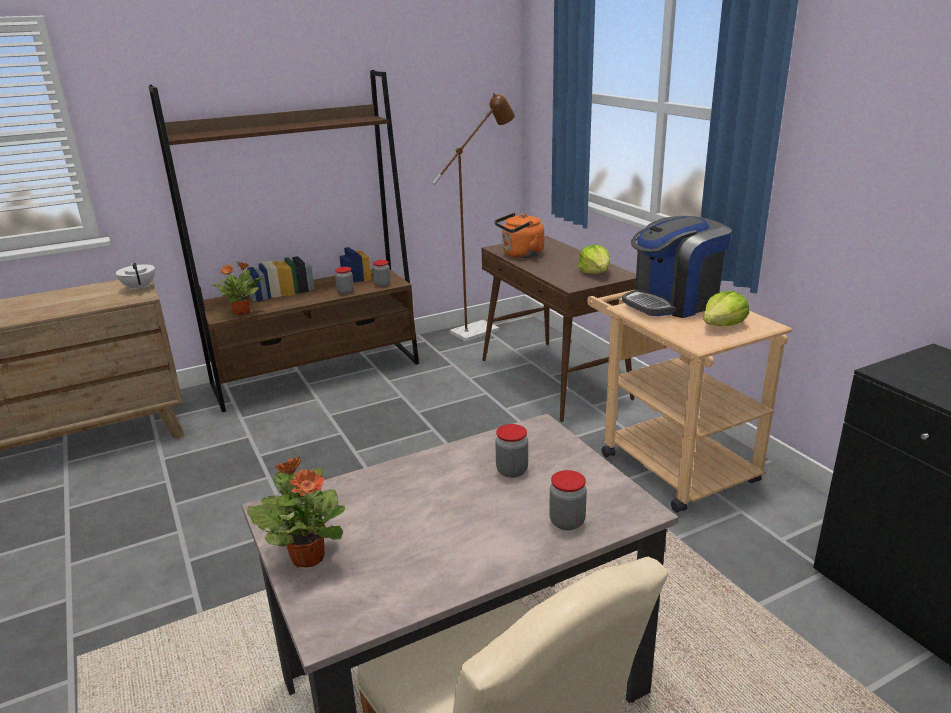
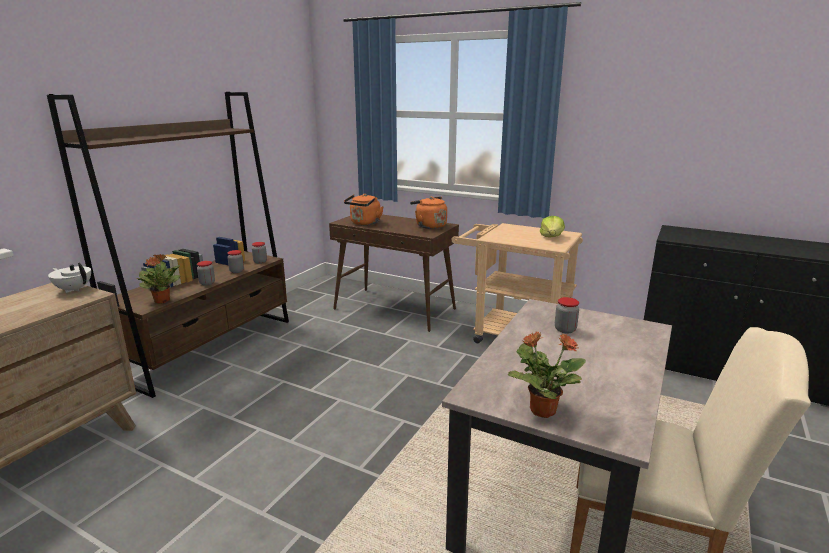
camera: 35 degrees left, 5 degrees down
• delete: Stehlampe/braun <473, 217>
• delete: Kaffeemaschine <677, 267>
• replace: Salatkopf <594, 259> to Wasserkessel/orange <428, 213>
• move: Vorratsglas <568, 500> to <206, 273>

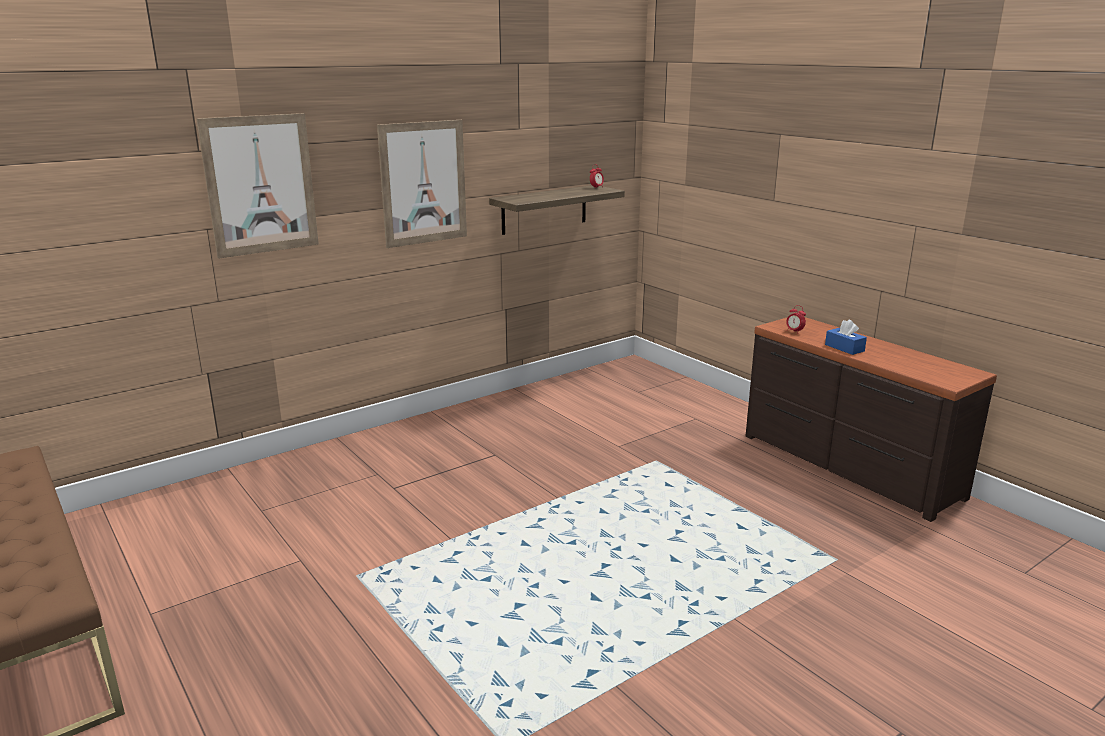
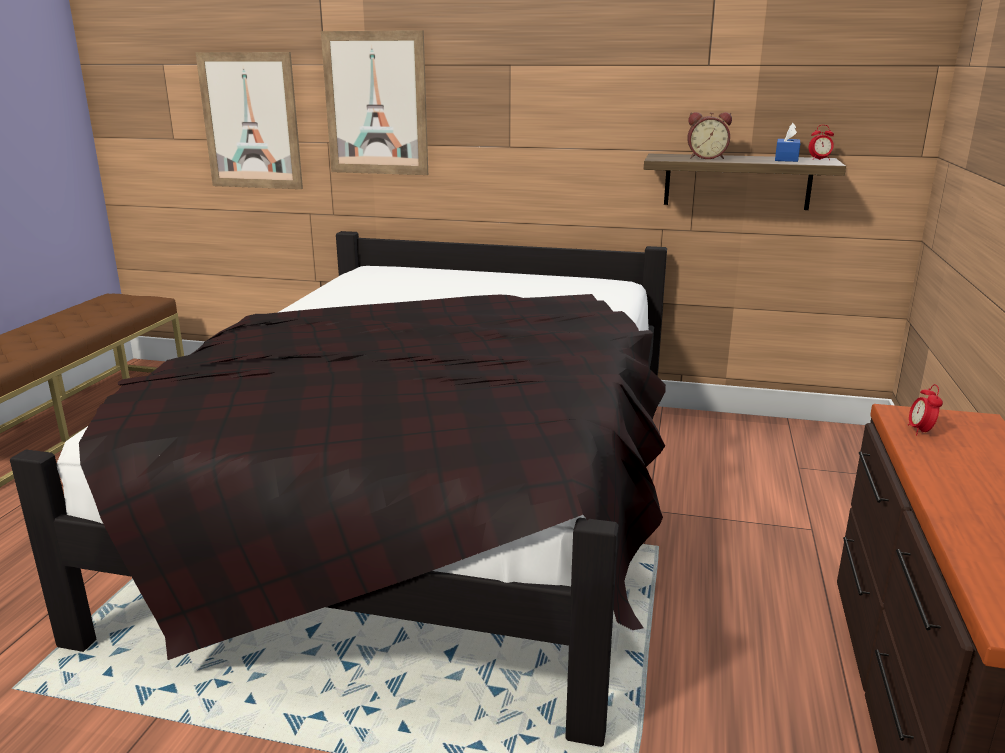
camera: 50 degrees right, 0 degrees up
• move: Bild <422, 184> to <249, 120>
• move: Taschentuchbox/blau <846, 337> to <787, 142>
• insert: Wecker <709, 135>
• insert: Bett/schwarz <338, 489>

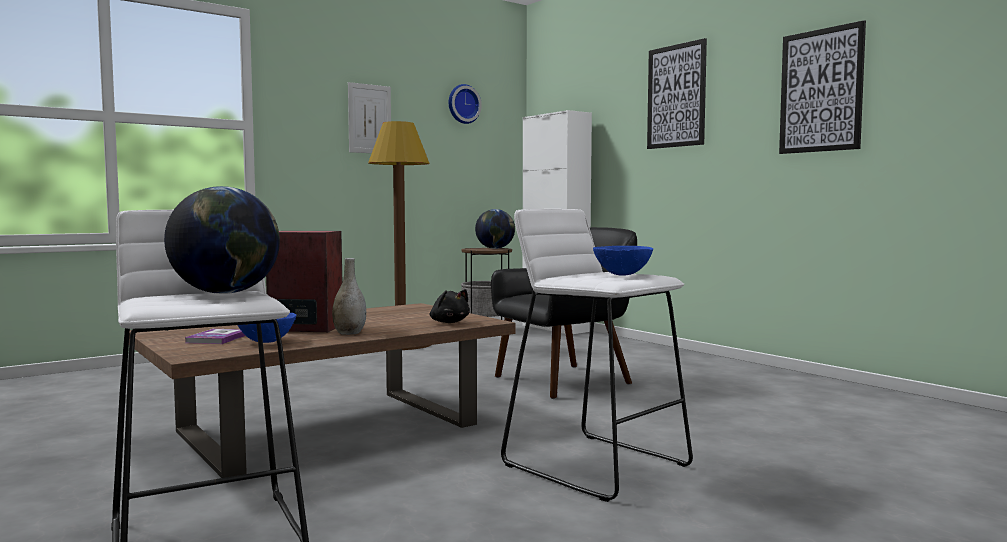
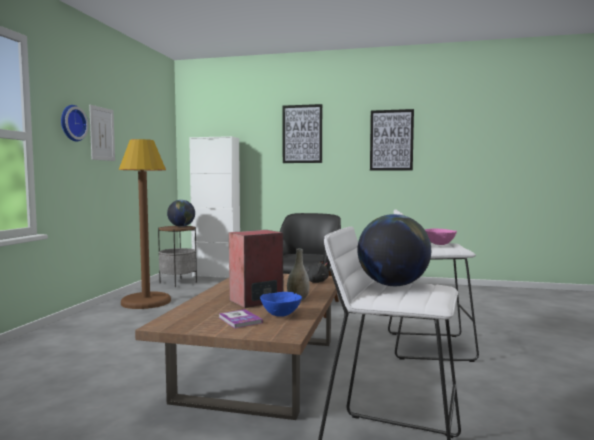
camera: 40 degrees left, 0 degrees up
• move: Wanduhr <465, 104> to <75, 123>
• recolor: Schüssel/blau <623, 261> to Schüssel/rosa <441, 237>

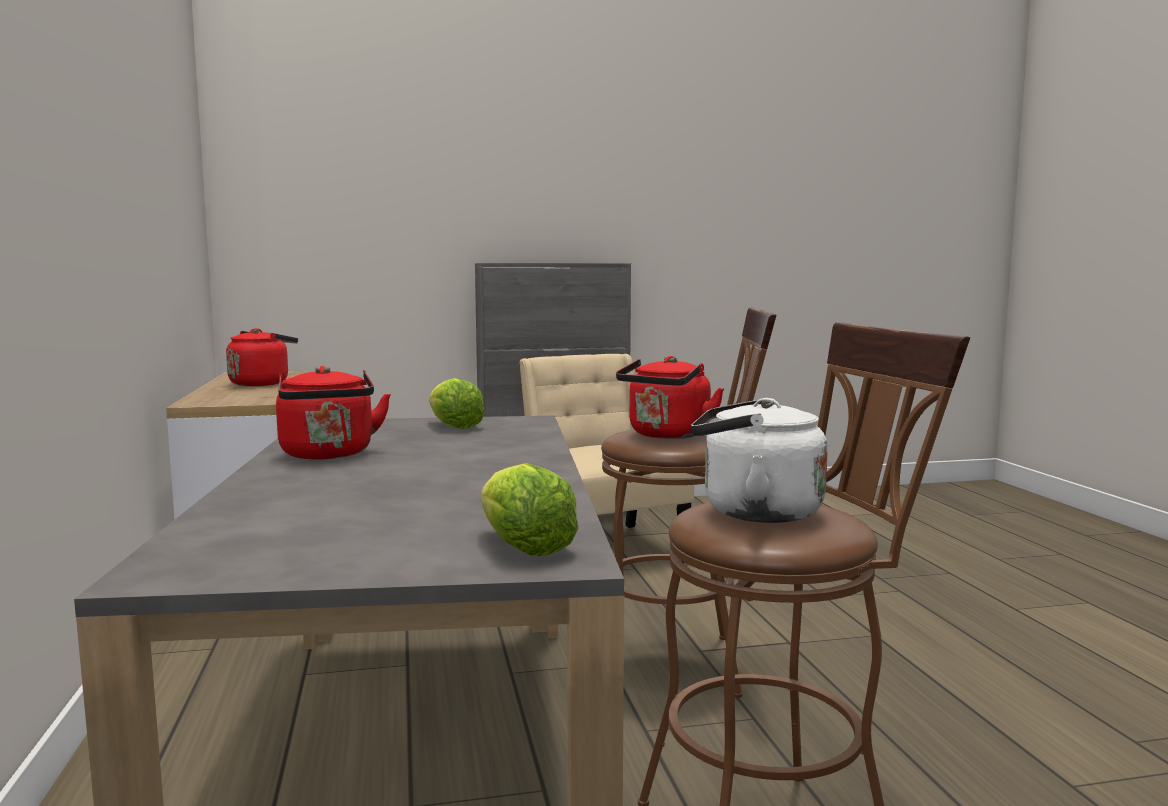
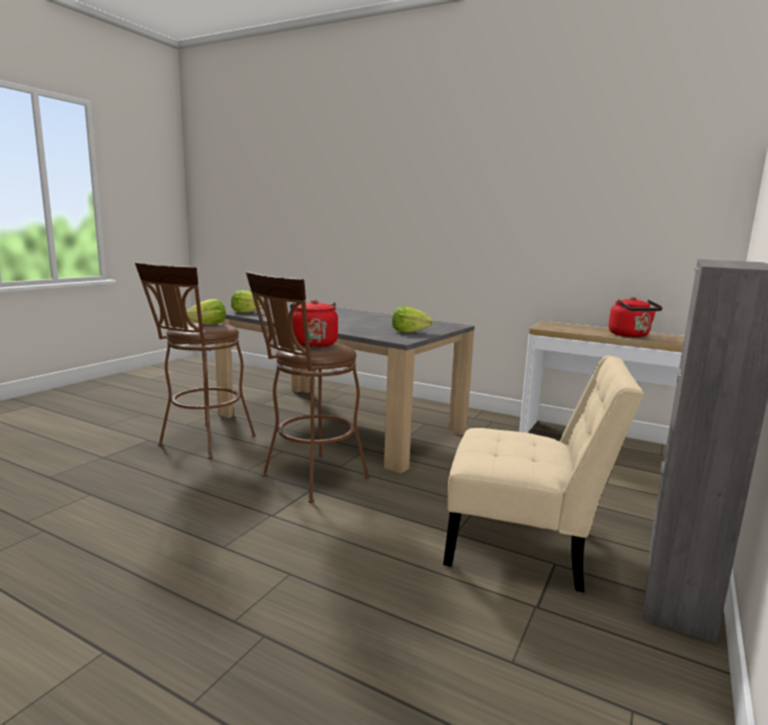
camera: 130 degrees right, 5 degrees up
• delete: Wasserkessel/rot <333, 413>
• replace: Wasserkessel/weiß <759, 460> to Salatkopf <206, 311>

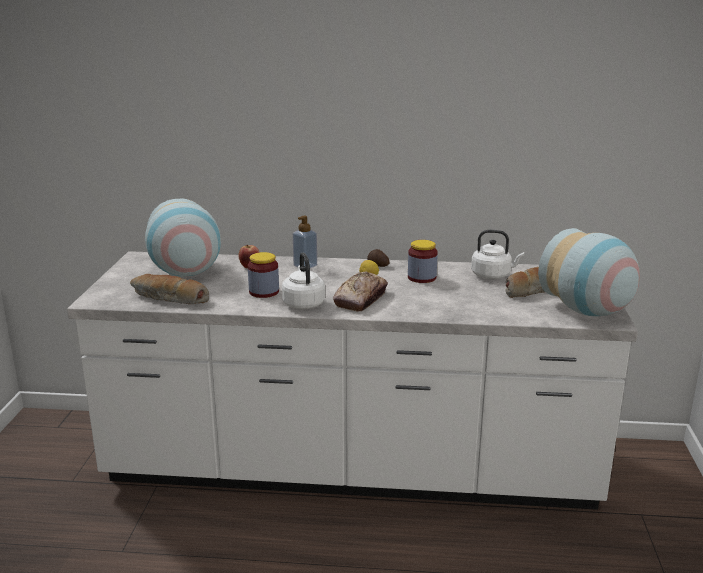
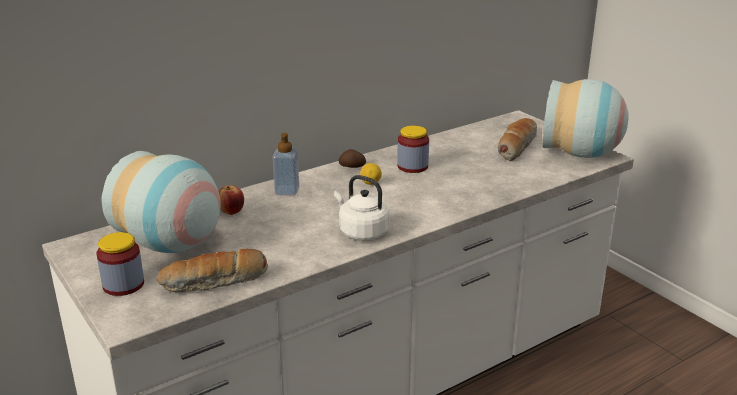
camera: 40 degrees left, 5 degrees up
• delete: Wasserkessel/weiß <497, 254>
• move: Vorratsglas <263, 275> to <120, 264>
• delete: Brot <360, 291>

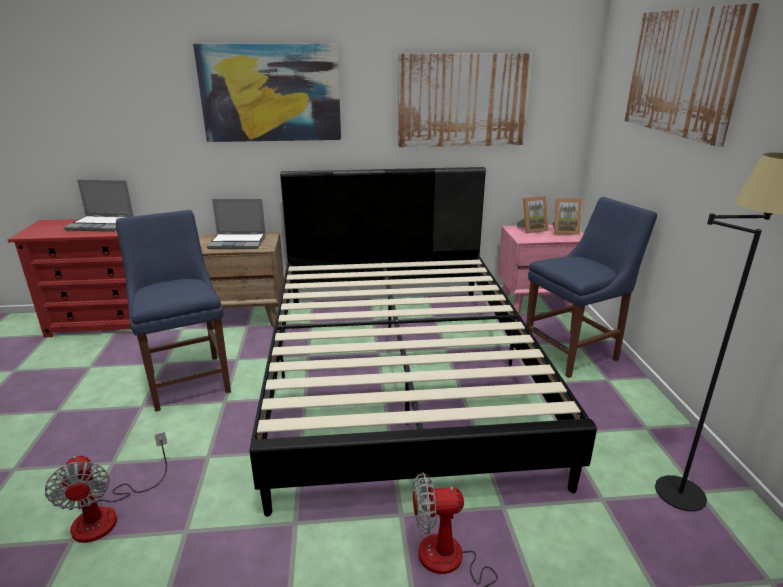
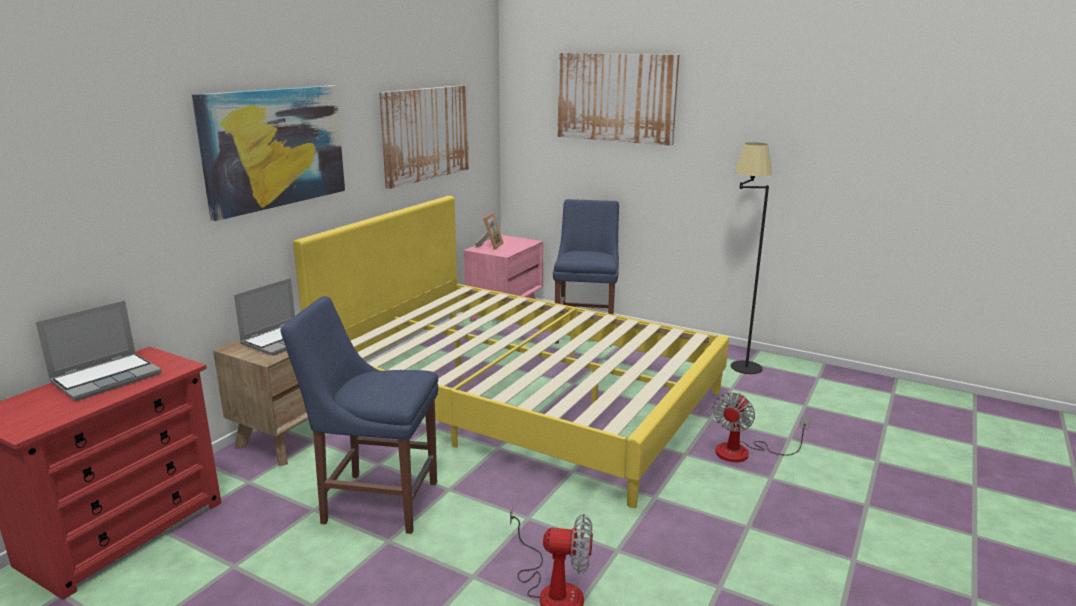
camera: 55 degrees left, 5 degrees down
• recolor: Bett/schwarz <423, 341> to Bett/gelb <511, 352>
• delete: Bilderrahmen <567, 216>

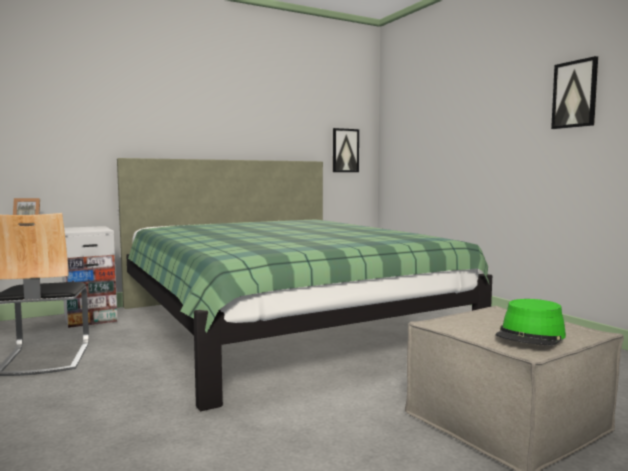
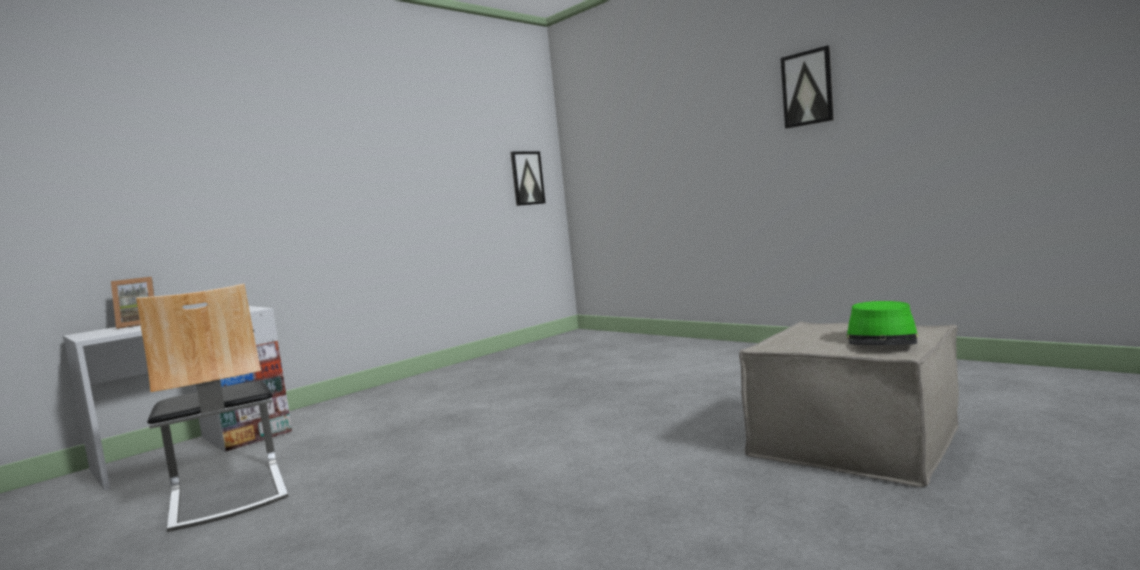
camera: 15 degrees left, 0 degrees up
• delete: Bett/grün <304, 284>

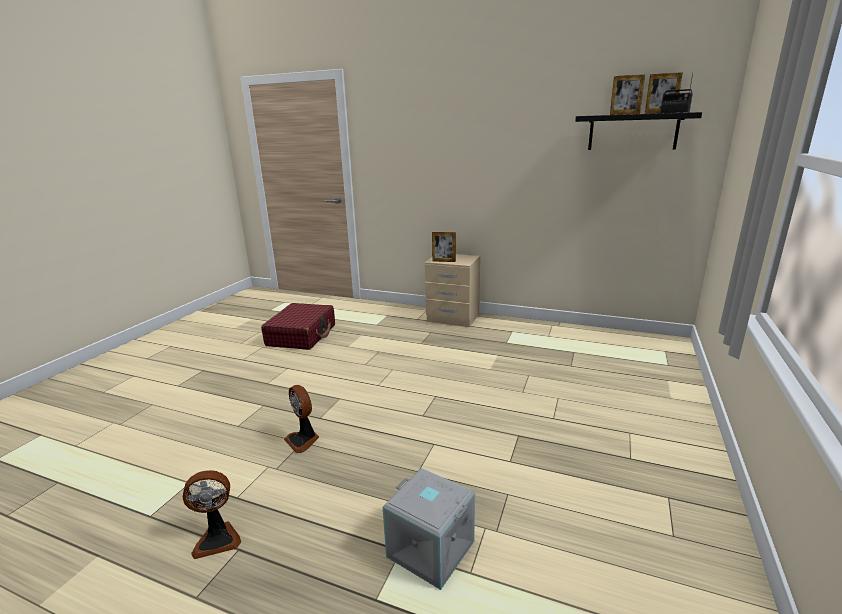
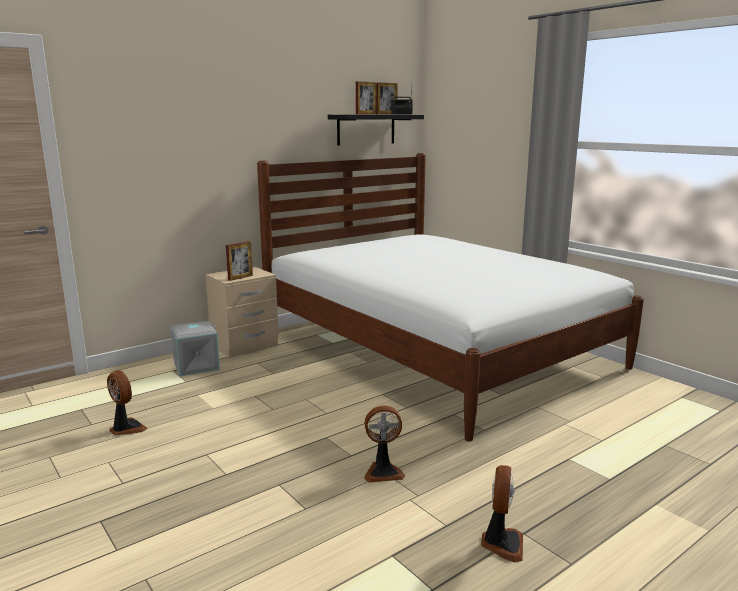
camera: 60 degrees left, 5 degrees down
• replace: Koffer/rot <298, 326> to Ventilator <127, 402>
• move: Aufbewahrungsbox/grau <429, 529> to <195, 348>
• insert: Bett/weiß <450, 297>

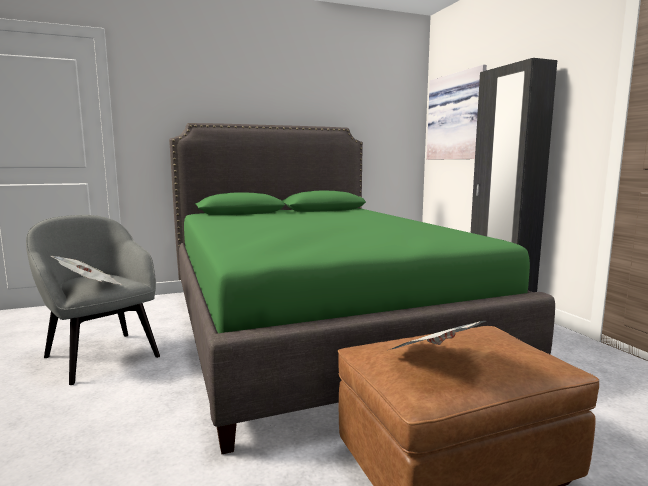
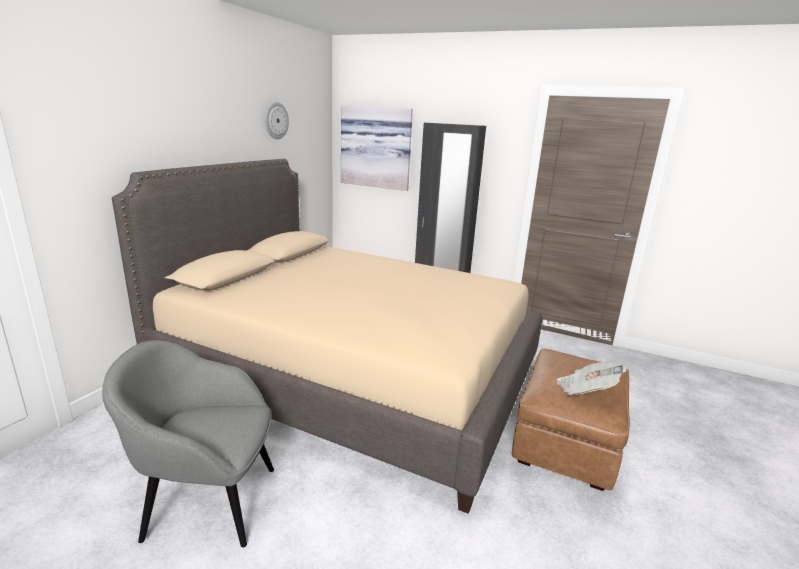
camera: 45 degrees left, 10 degrees up
• recolor: Bett/grün <362, 288> to Bett/beige <327, 336>
• delete: Zeitung <85, 270>
• insert: Wanduhr <277, 120>

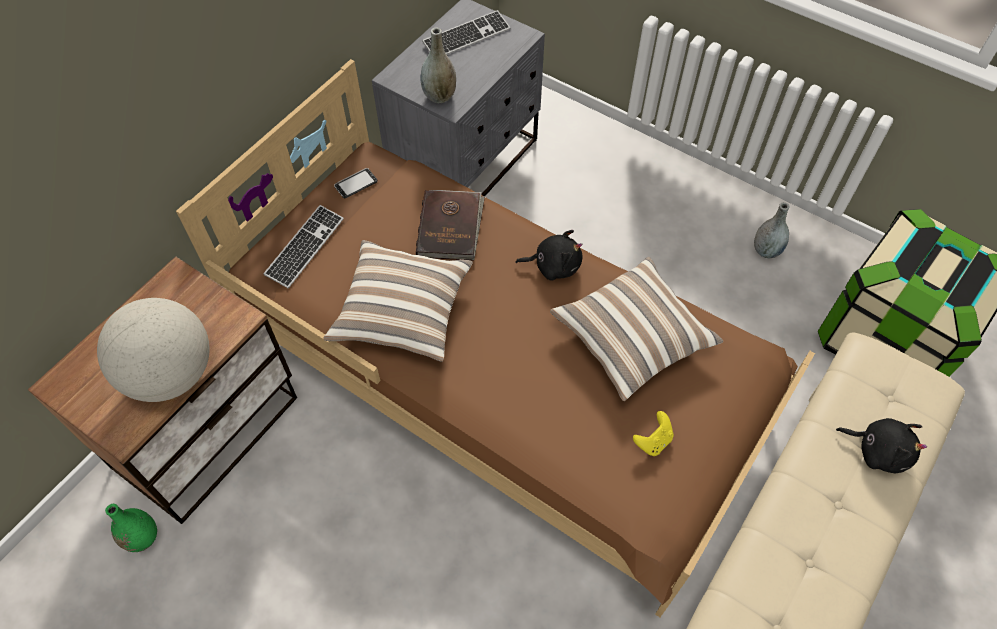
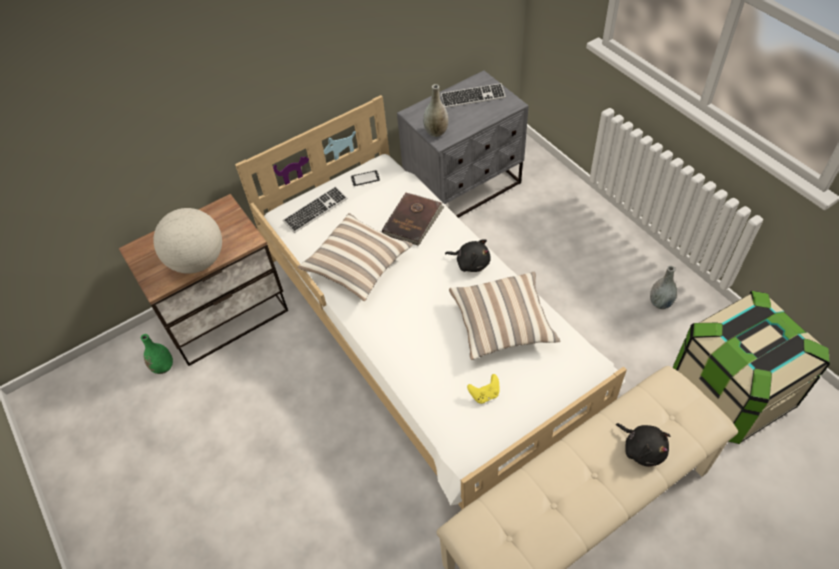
camera: 25 degrees right, 5 degrees down
• recolor: Bett/braun <495, 338> to Bett/weiß <431, 302>

